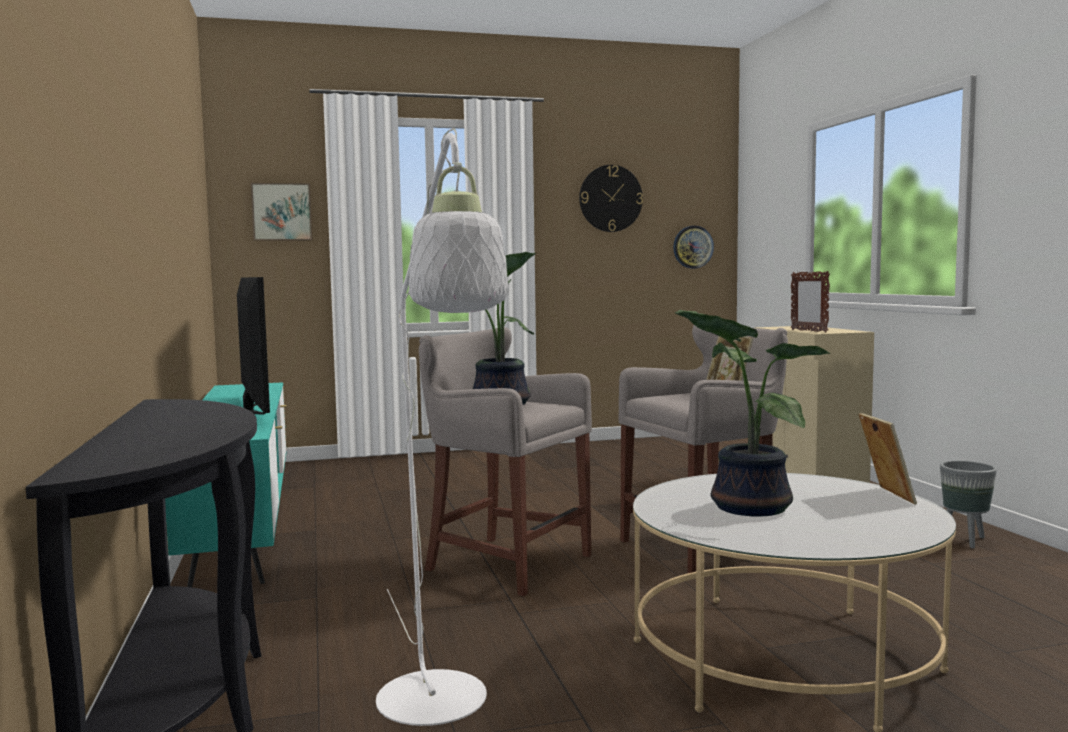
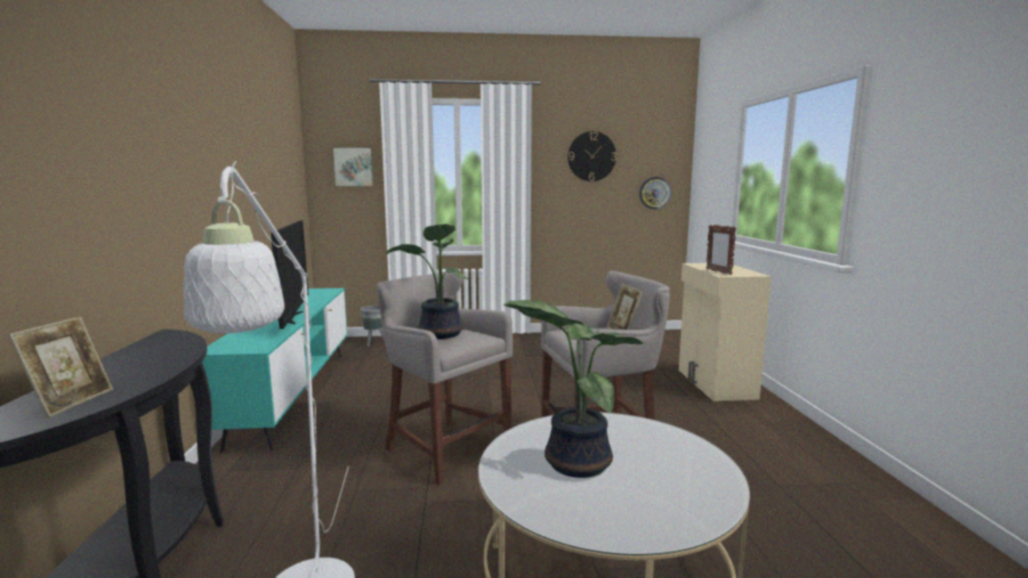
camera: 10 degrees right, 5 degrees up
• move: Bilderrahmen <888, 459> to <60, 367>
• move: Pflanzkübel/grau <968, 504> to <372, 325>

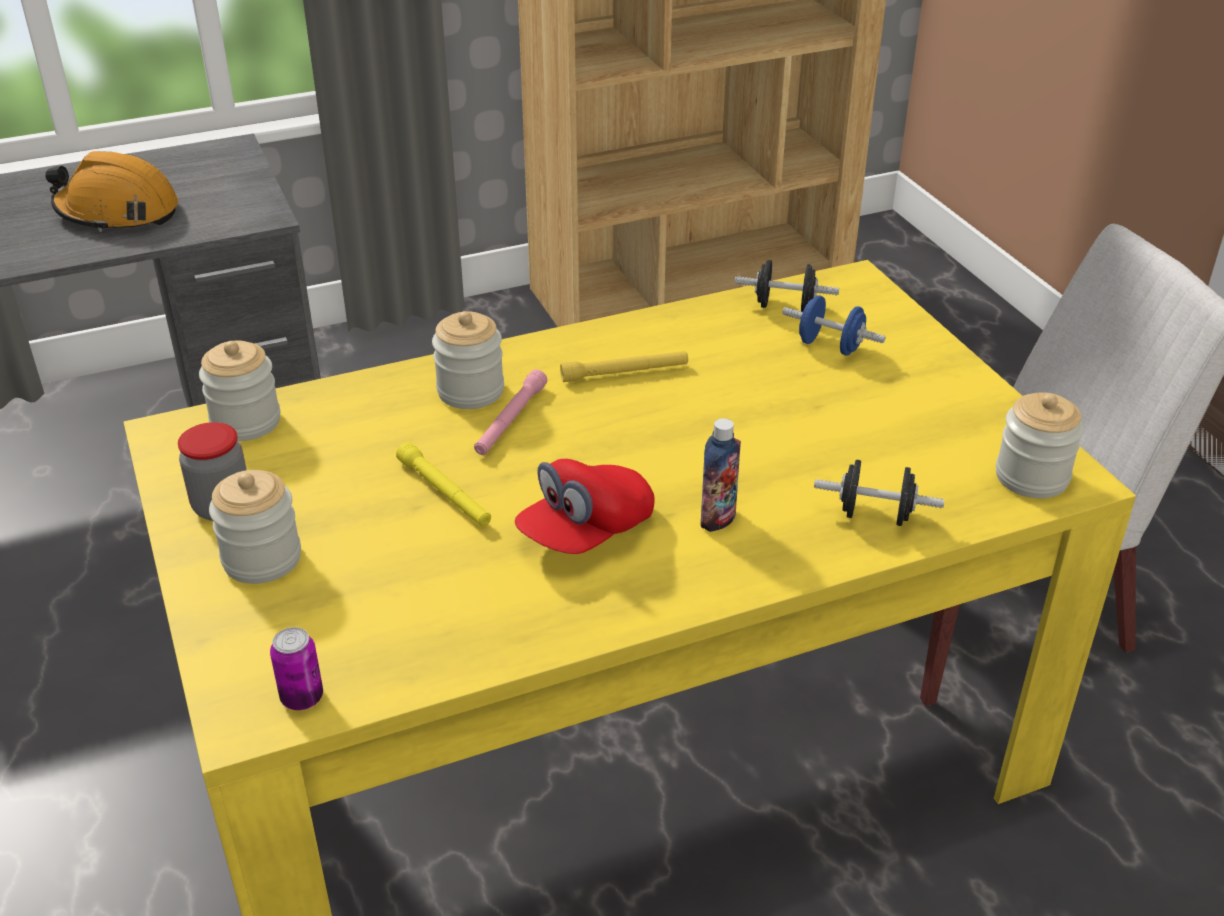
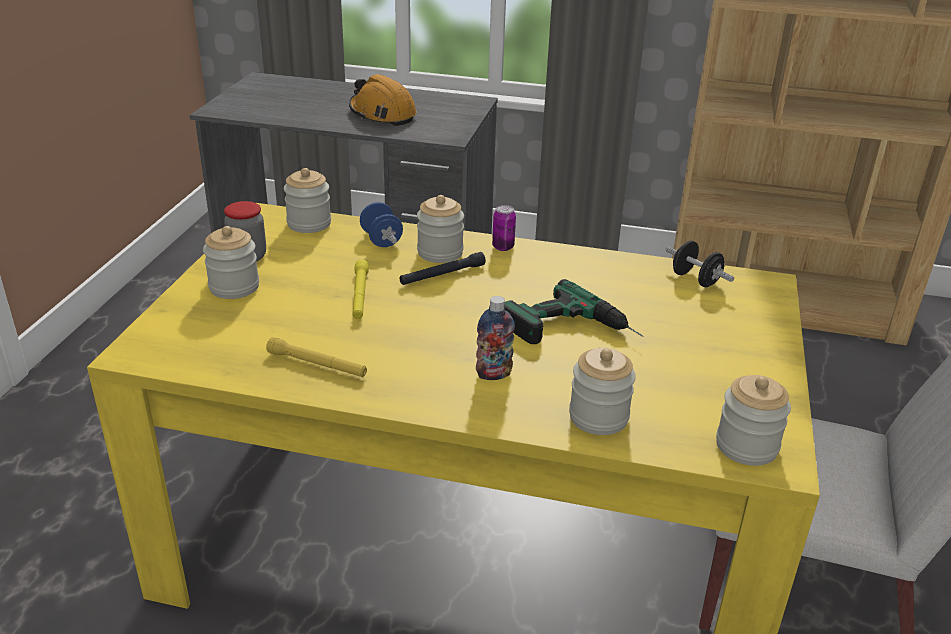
camera: 35 degrees right, 5 degrees down
• move: Hantel/blau <834, 325> to <381, 224>
• move: Taschenlampe/gelb <624, 366> to <316, 357>
• recolor: Taschenlampe/rosa <510, 412> to Taschenlampe/schwarz <443, 268>
• delete: Kappe/rot <585, 506>
• replace: Hantel/schwarz <879, 493> to Vorratsglas <602, 391>
• move: Dose <296, 668> to <504, 228>
• insert: Bohrmaschine <573, 311>

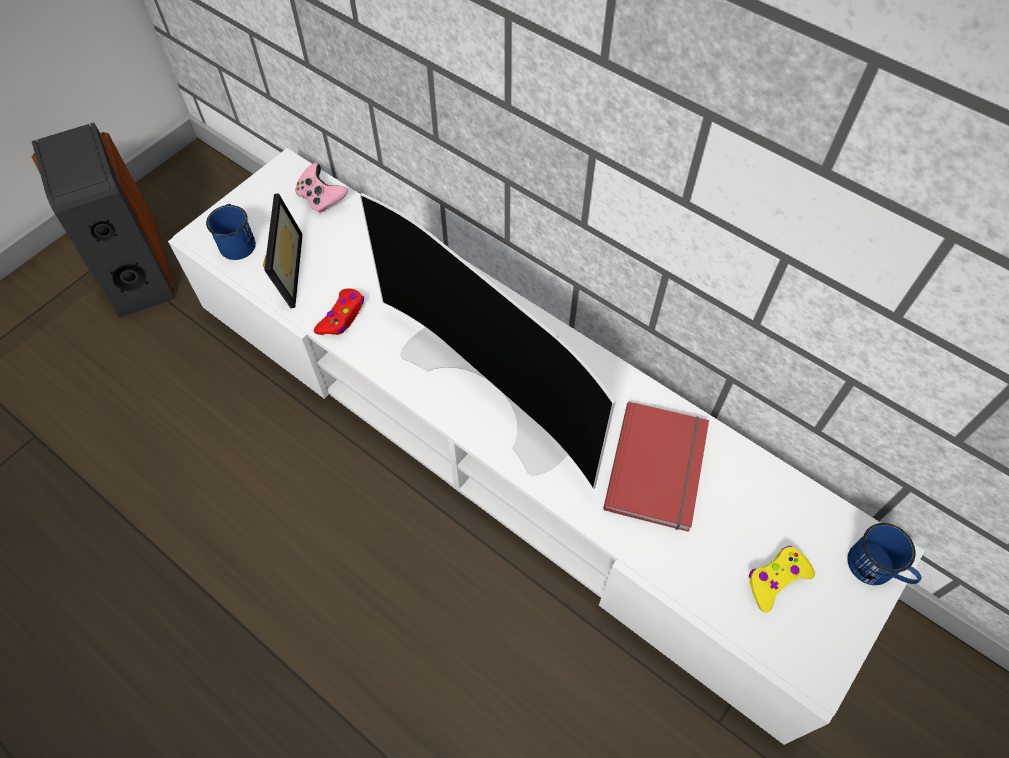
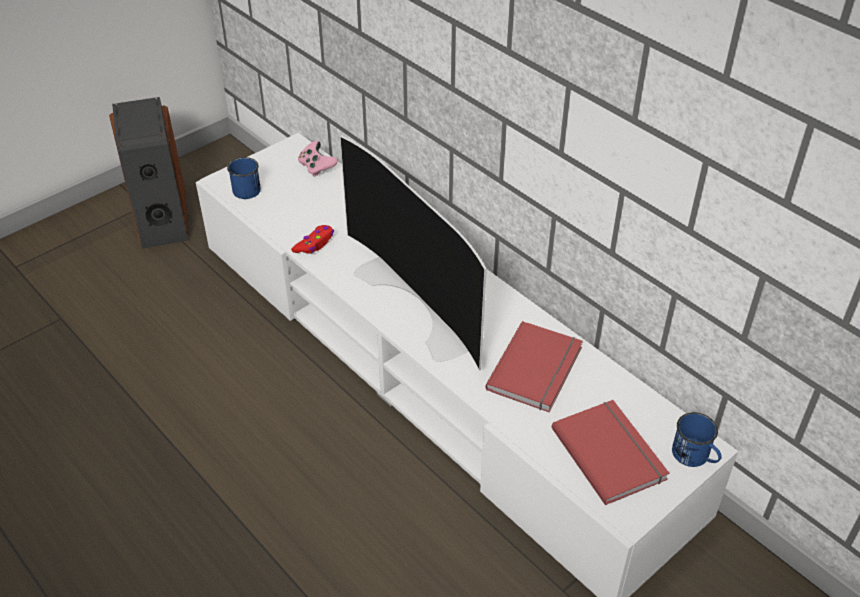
camera: 10 degrees right, 15 degrees down
• delete: Bilderrahmen <283, 250>
• replace: Gamepad/gelb <782, 579> to Buch/rot <610, 452>

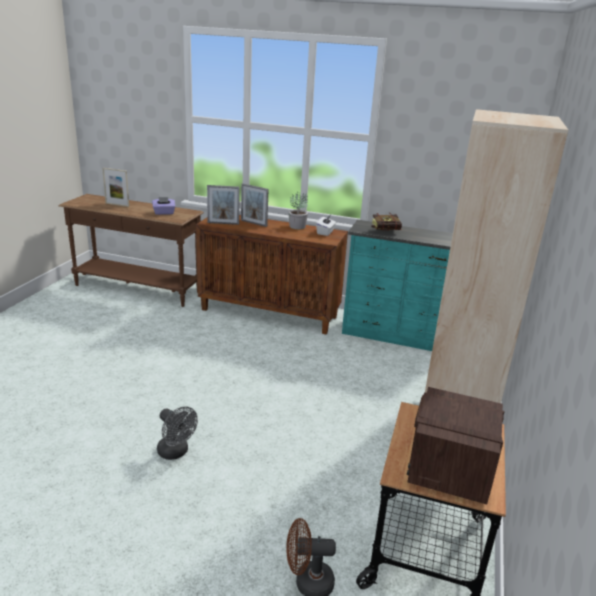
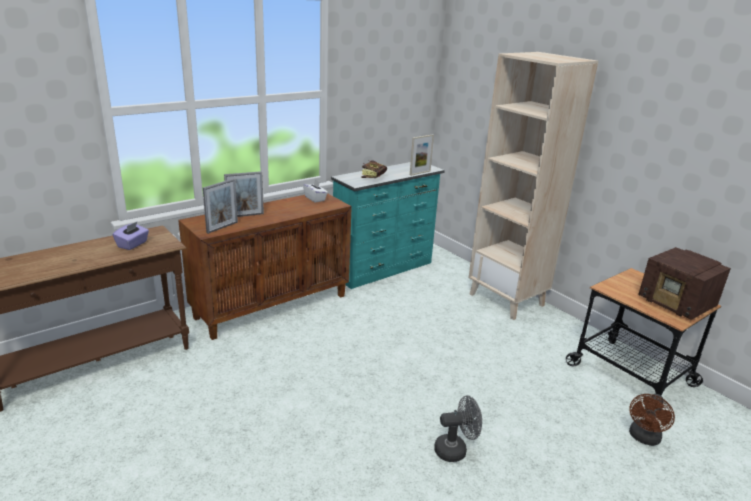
camera: 55 degrees left, 0 degrees up
• move: Bilderrahmen <115, 187> to <422, 155>
• delete: Topfpflanze <298, 210>

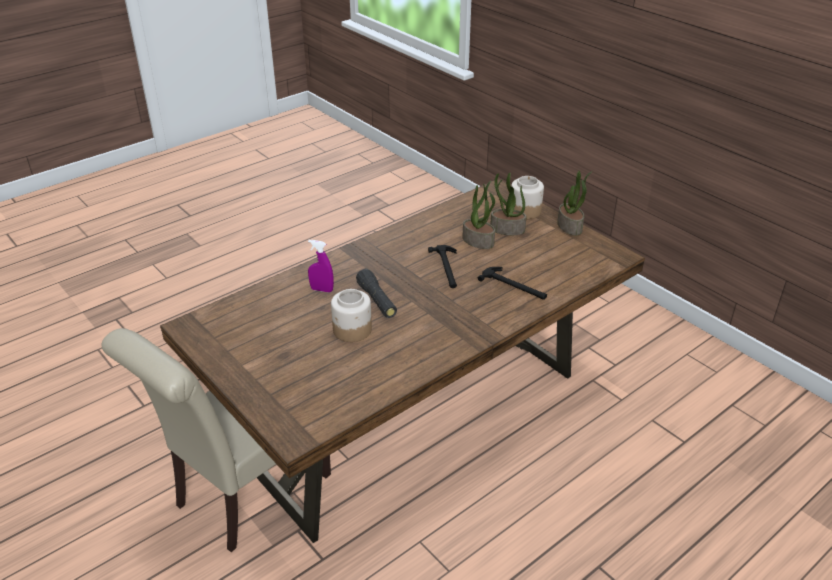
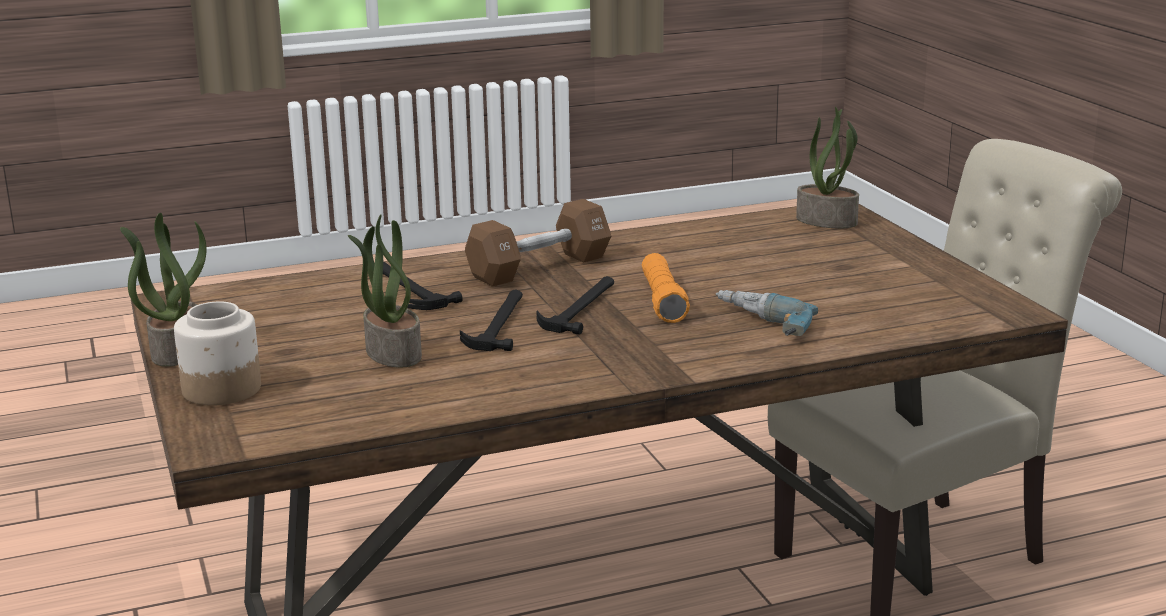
camera: 160 degrees left, 15 degrees down
• move: Topfpflanze <508, 204> to <827, 167>
• replace: Sprühflasche/lila <321, 266> to Bohrmaschine <767, 313>
• recolor: Taschenlampe/schwarz <376, 293> to Taschenlampe/orange <666, 288>
• delete: Vorratsglas <351, 315>
• insert: Hantel/braun <538, 243>
• insert: Hammer <575, 305>

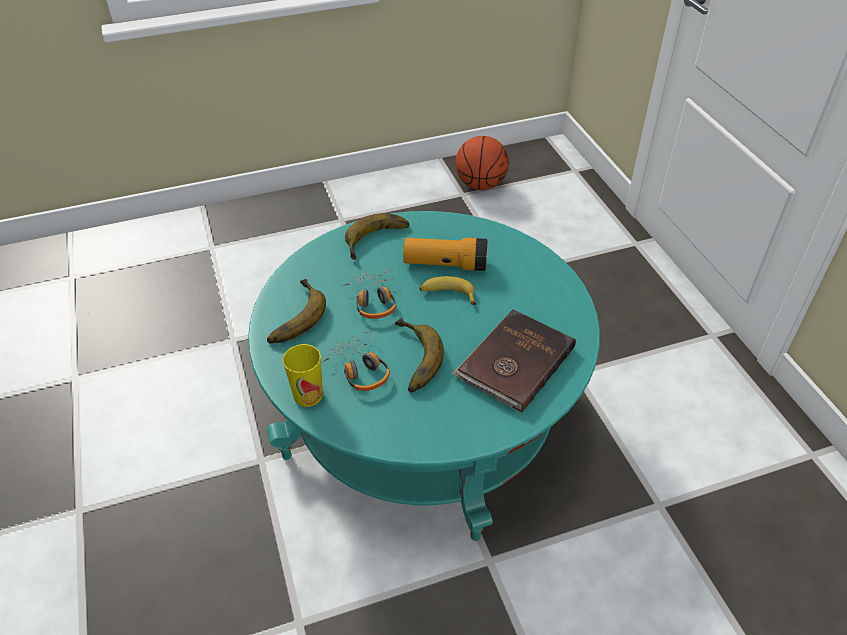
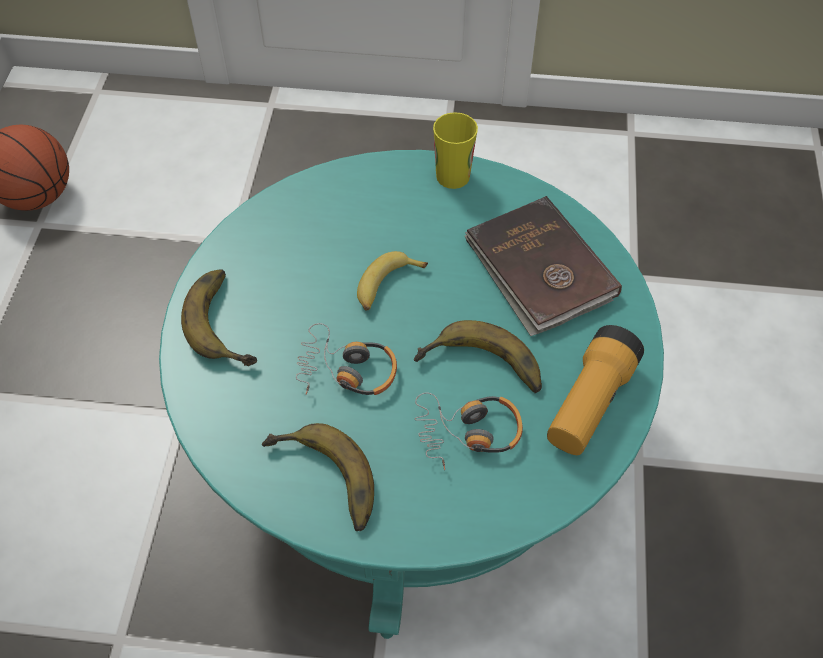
camera: 65 degrees left, 10 degrees up
• move: Taschenlampe <445, 254> to <595, 390>
• move: Tasse <303, 375> to <455, 150>

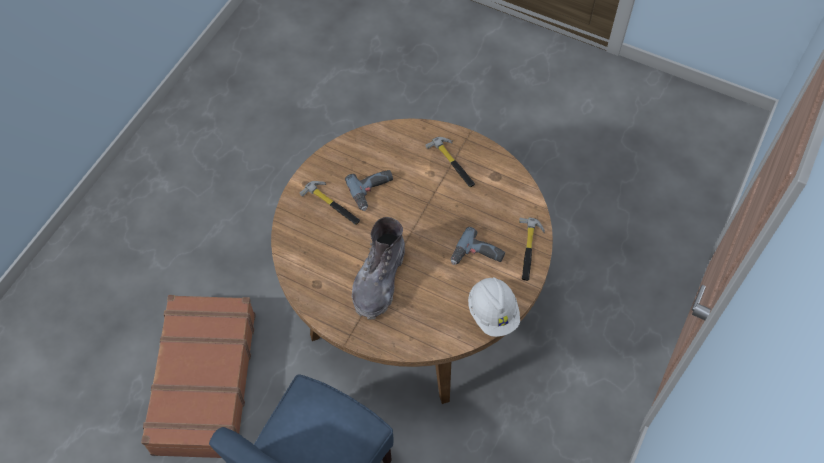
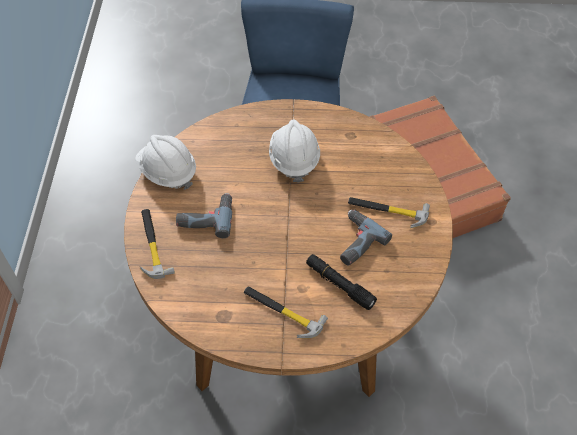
camera: 155 degrees right, 5 degrees down
• replace: Stiefel/grau <378, 268> to Schutzhelm/weiß <294, 151>
• insert: Taschenlampe/schwarz <341, 282>

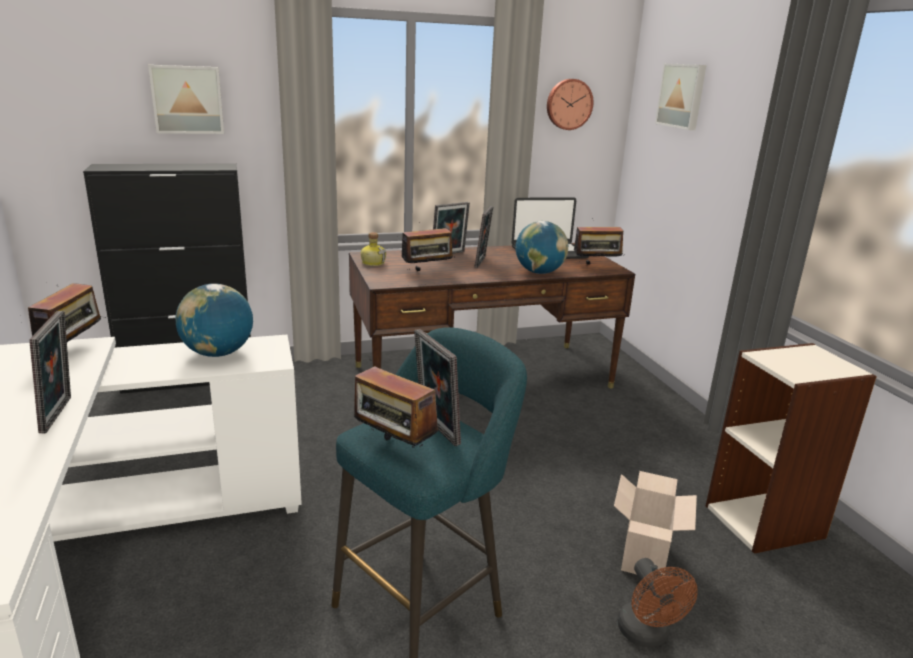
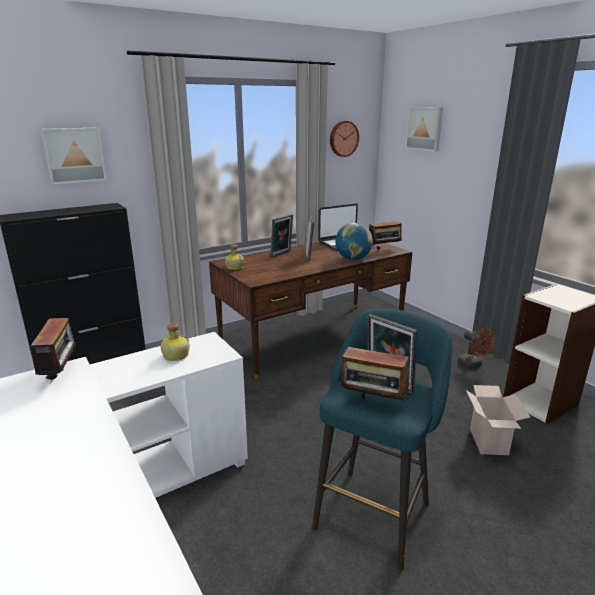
camera: 15 degrees left, 0 degrees up
• delete: Radio <428, 246>
• replace: Globus <214, 320> to Flasche <175, 342>
• delete: Bilderrahmen <50, 372>
• move: Ventilator/braun <657, 602> to <476, 348>

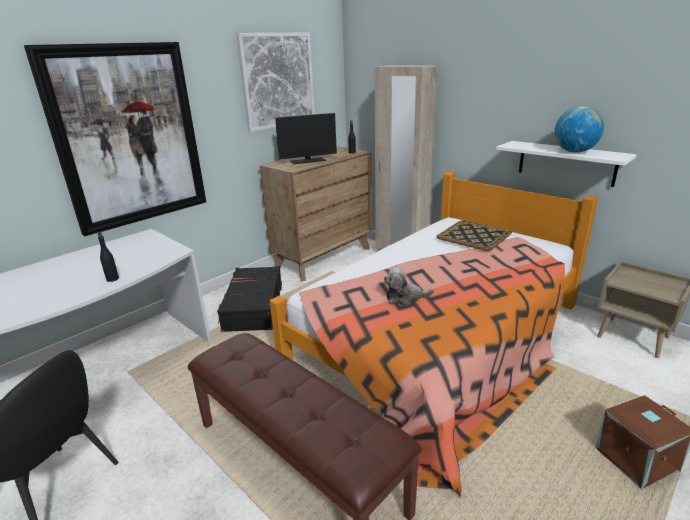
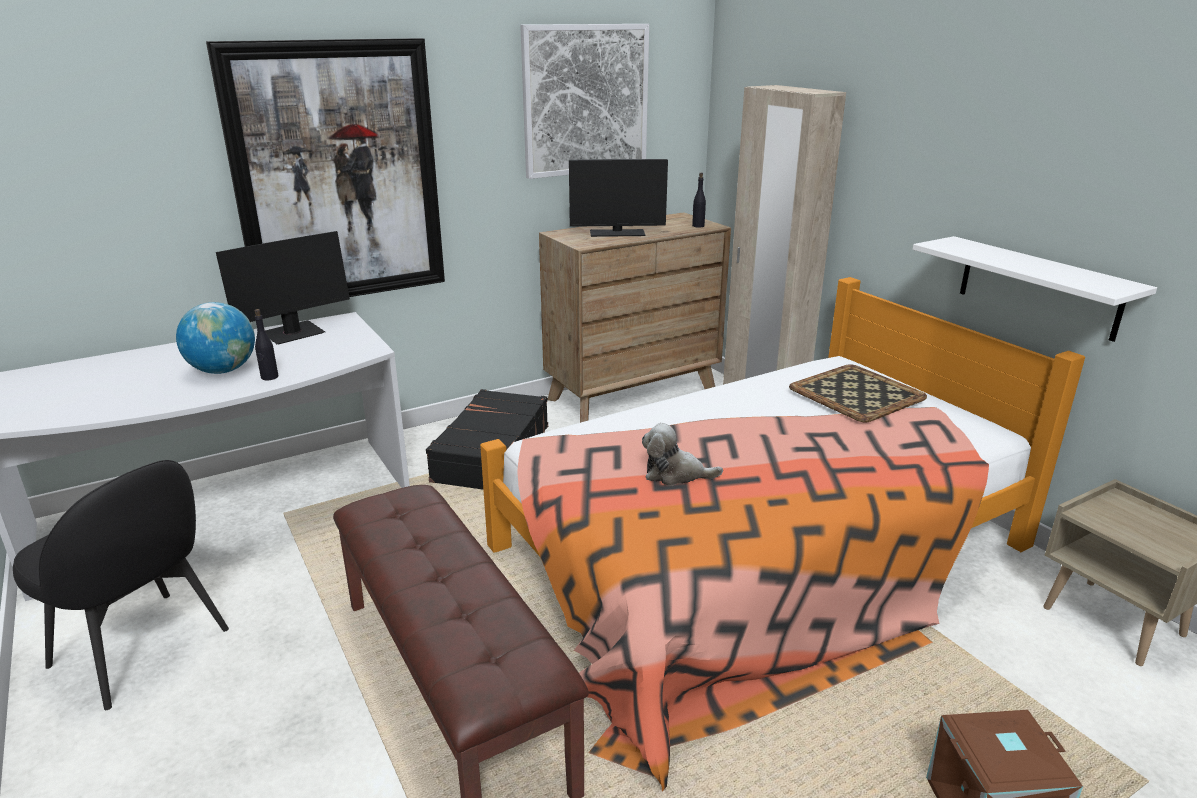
camera: 15 degrees right, 0 degrees up
• move: Globus <579, 130> to <215, 338>
• insert: Monitor <283, 288>

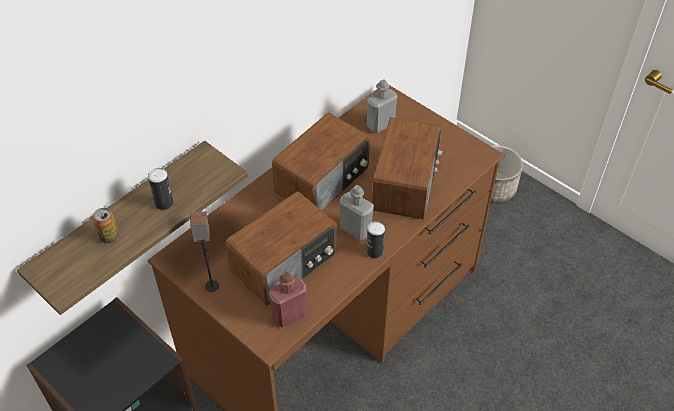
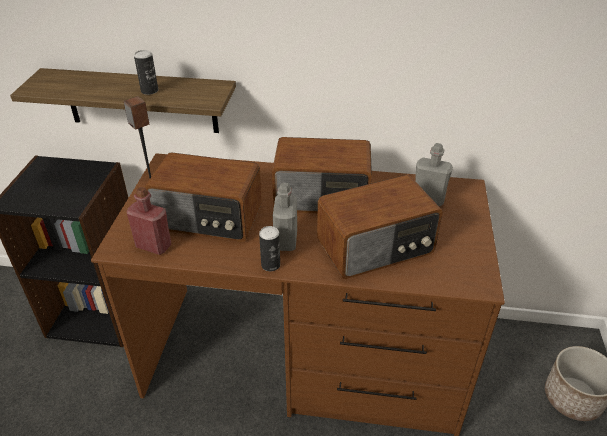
camera: 55 degrees right, 10 degrees down
• delete: Dose <105, 225>

